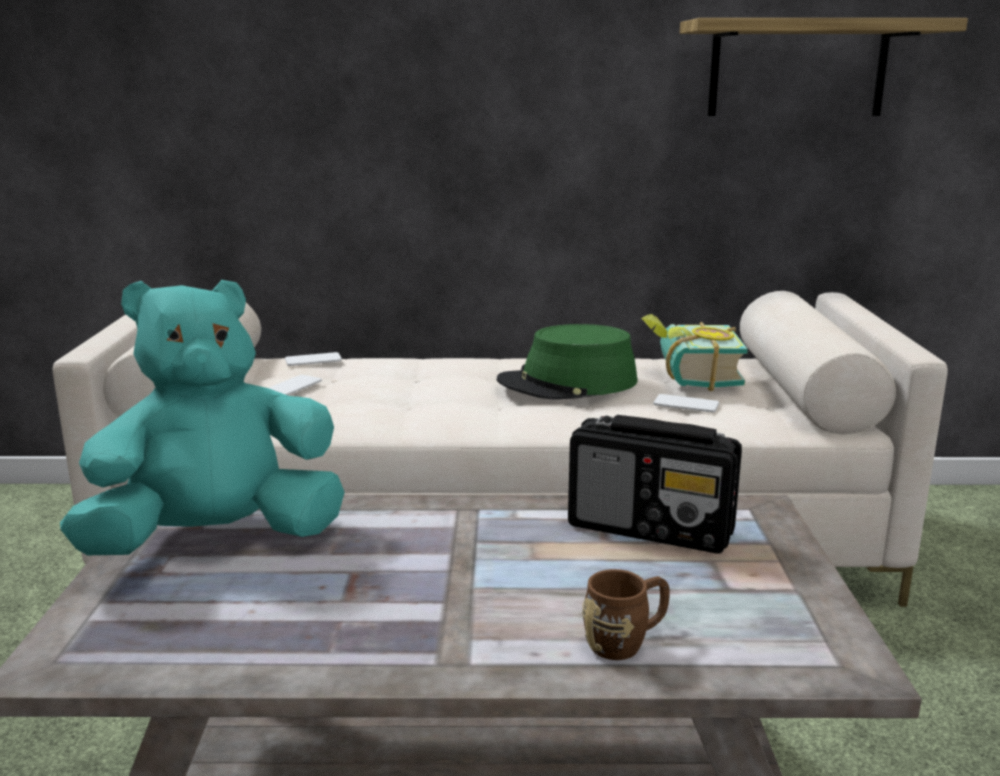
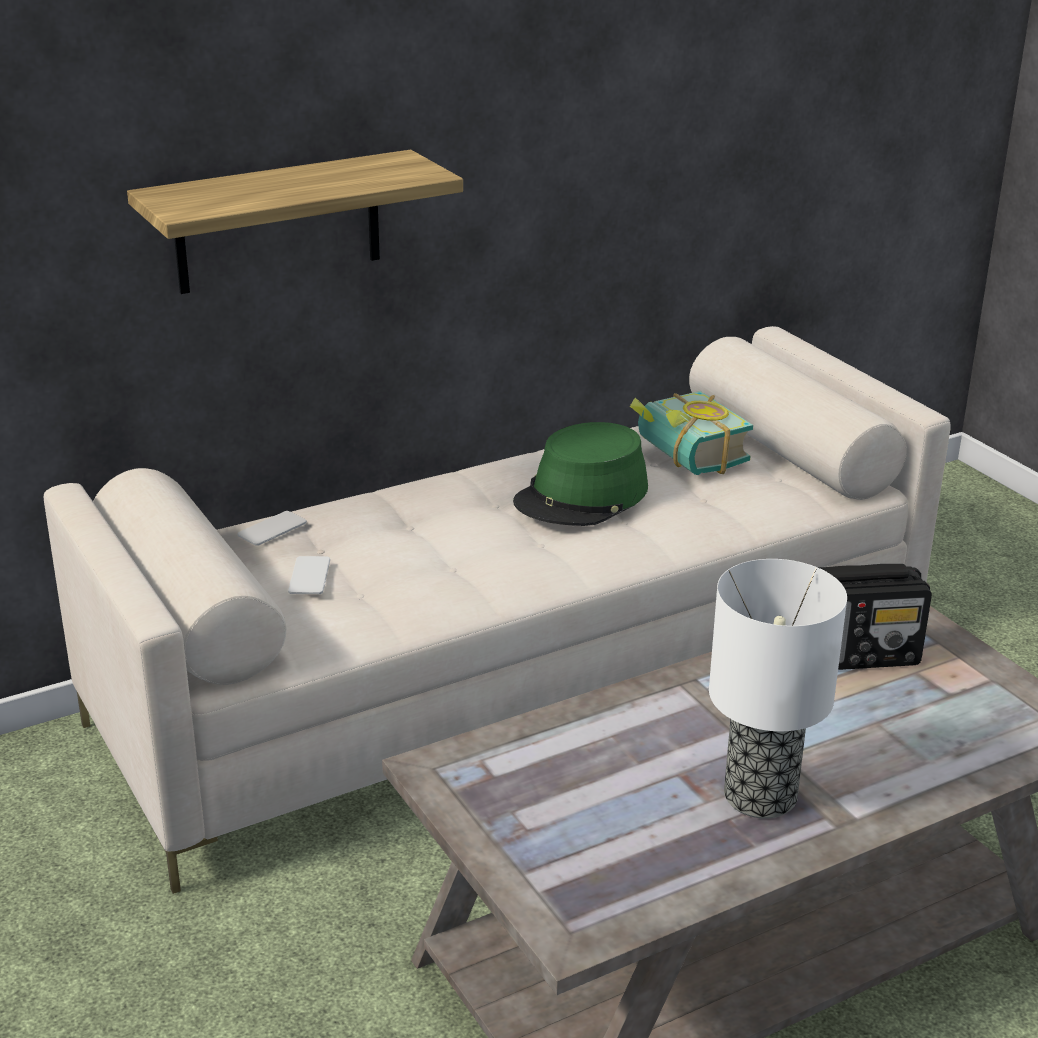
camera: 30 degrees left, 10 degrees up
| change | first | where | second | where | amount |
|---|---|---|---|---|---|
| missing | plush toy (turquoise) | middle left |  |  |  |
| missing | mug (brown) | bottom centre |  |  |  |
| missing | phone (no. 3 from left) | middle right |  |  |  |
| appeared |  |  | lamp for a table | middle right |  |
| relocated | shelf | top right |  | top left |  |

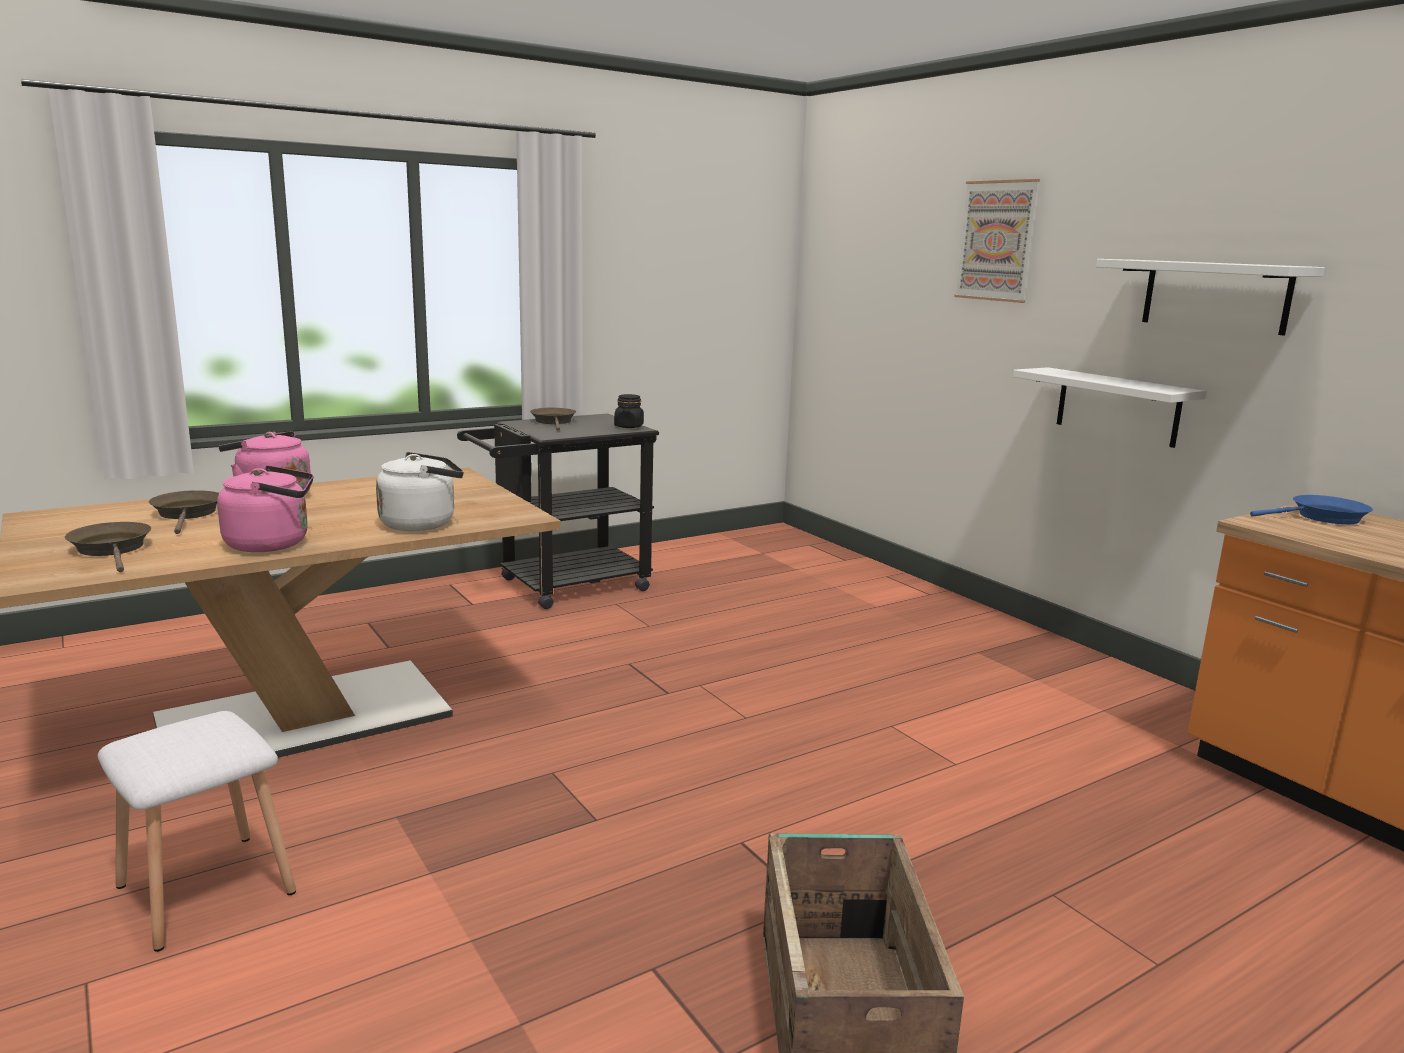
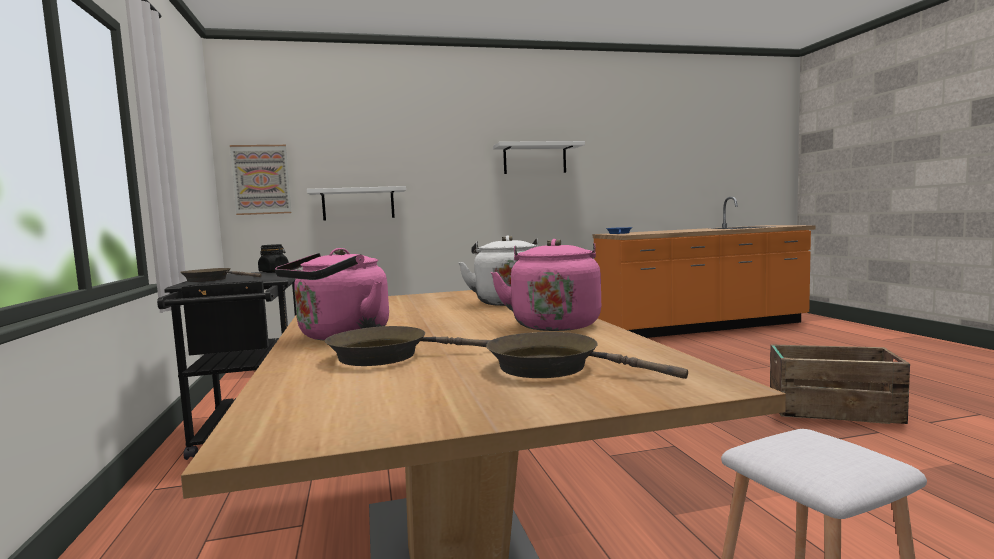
camera: 70 degrees left, 10 degrees down
| change | first | where | second | where | amount |
|---|---|---|---|---|---|
| relocated | wall picture | top right |  | top left |  |
| relocated | shelf (white) (no. 1 from left) | middle right |  | centre |  |
| spun | pan (brown) (no. 1 from left in the first image) | middle left | pan (brown) (no. 3 from left) | centre | 45 degrees clockwise |

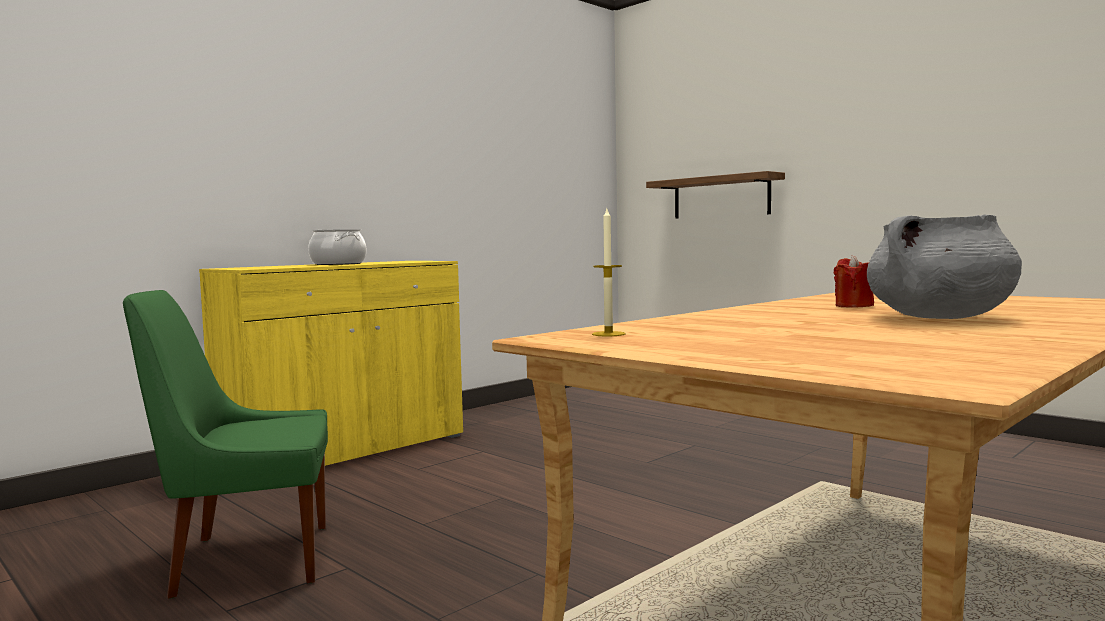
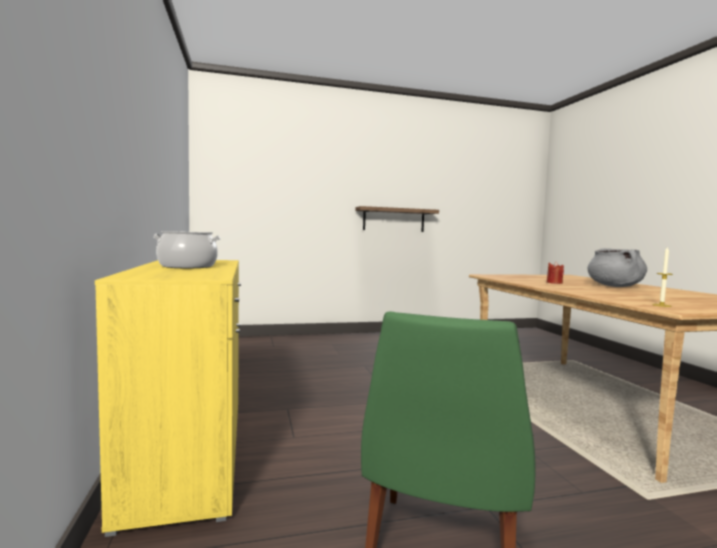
camera: 60 degrees left, 0 degrees up
| change | first | where | second | where | amount |
|---|---|---|---|---|---|
| relocated | shelf | top centre |  | centre |  |

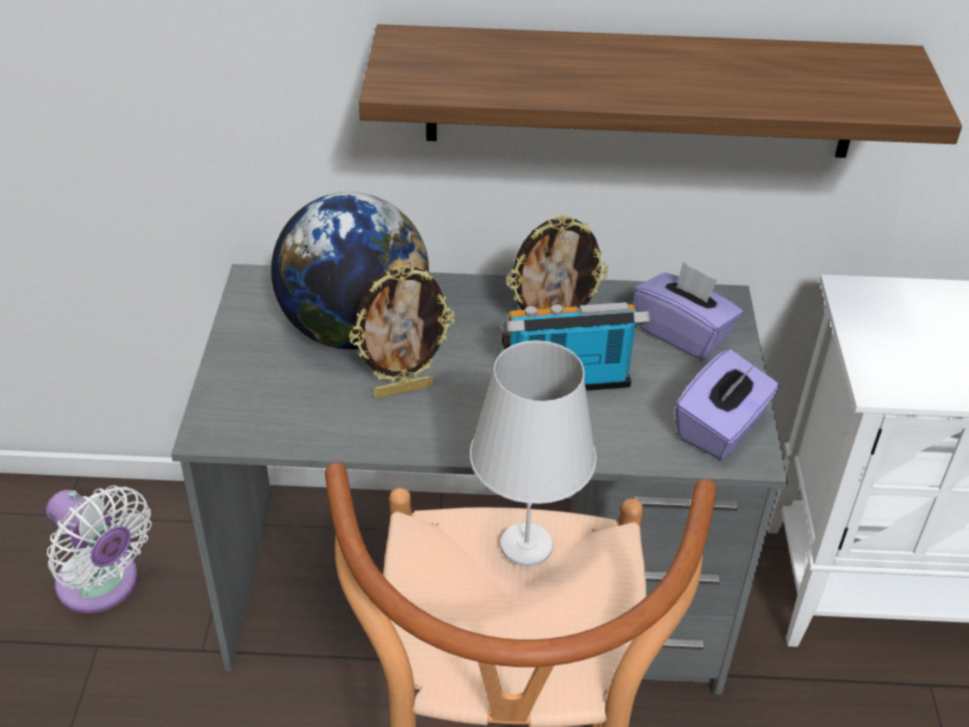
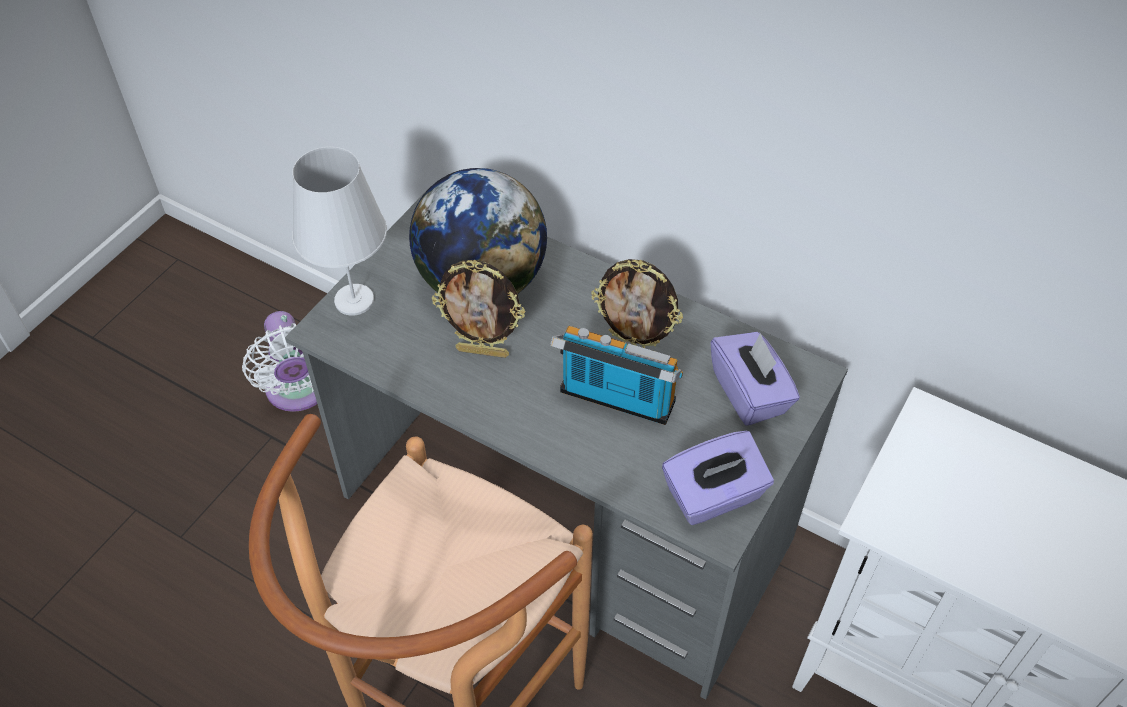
camera: 30 degrees right, 10 degrees up
| change | first | where | second | where | amount |
|---|---|---|---|---|---|
| missing | shelf | top right |  |  |  |
| relocated | lamp for a table (white) | centre |  | top left |  |

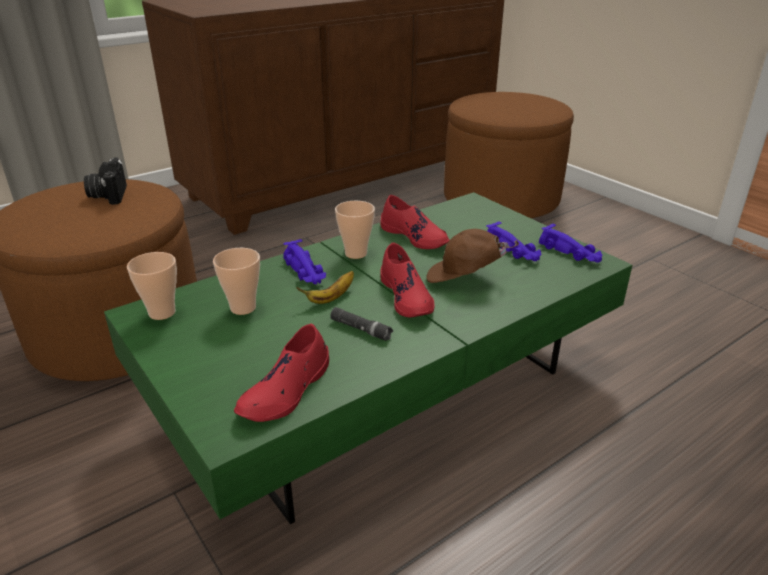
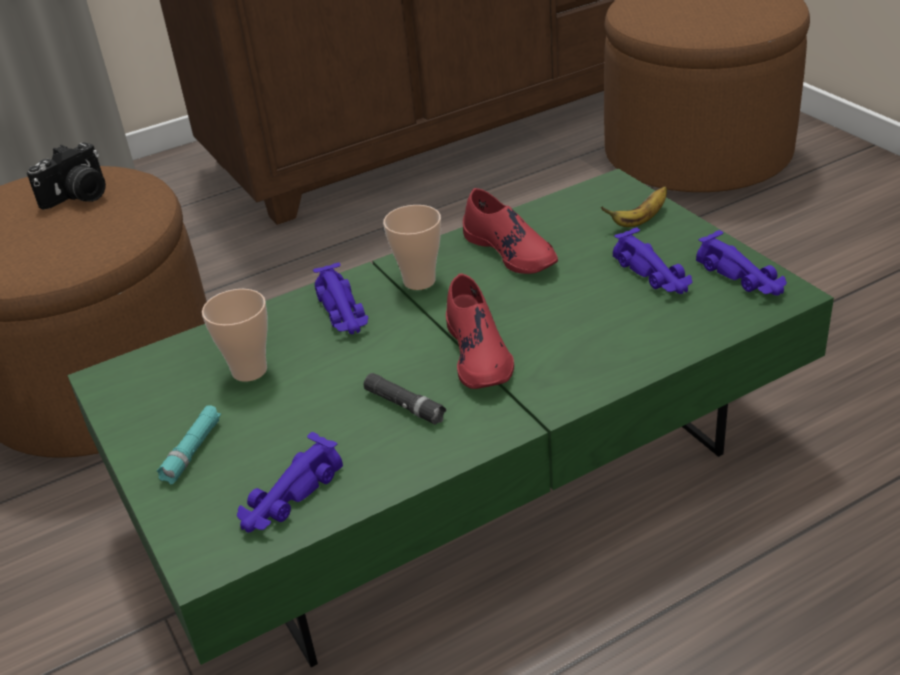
camera: 10 degrees right, 5 degrees up
| change | first | where | second | where | amount |
|---|---|---|---|---|---|
| missing | small cup (no. 1 from left) | middle left |  |  |  |
| missing | cap (brown) | centre |  |  |  |
| appeared |  |  | hand torch (turquoise) | middle left |  |
| relocated | whole banana | centre |  | top right |  |
| exchanged | item of footwear (reddish) (no. 1 from left) | centre | model car (purple-coloured) (no. 1 from left) | bottom left |  |
| spun | still camera | top left |  | top left | 135 degrees counterclockwise |

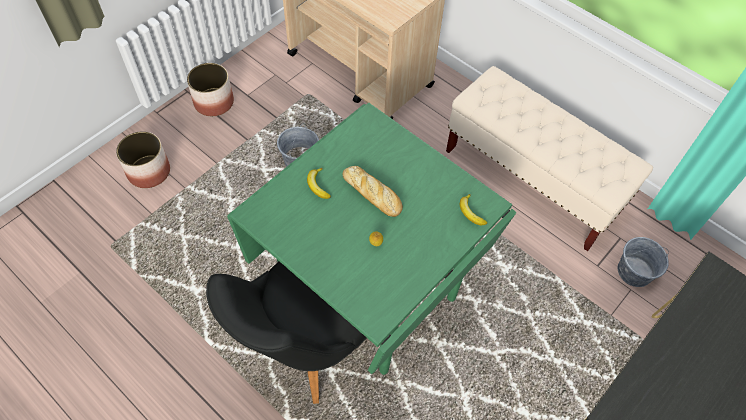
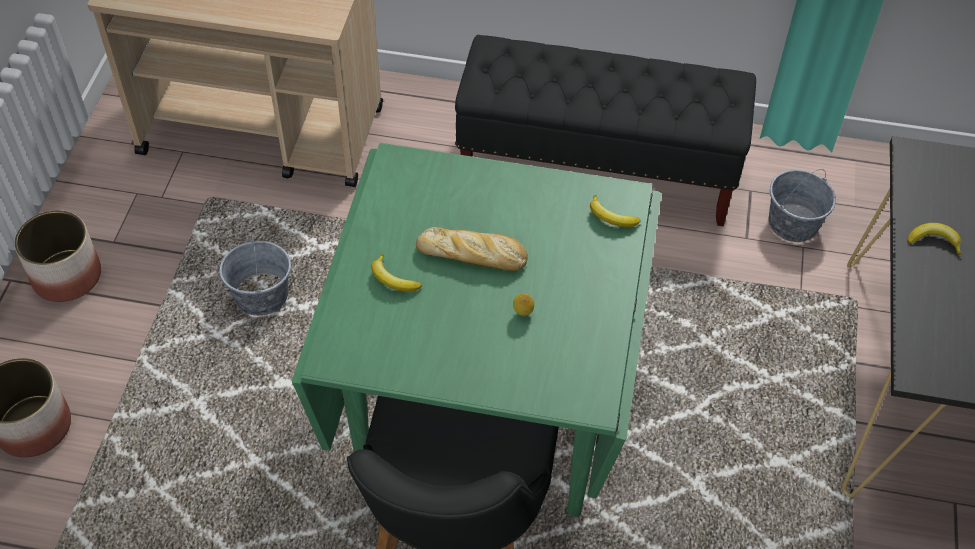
camera: 30 degrees left, 5 degrees down
| change | first | where | second | where | amount |
|---|---|---|---|---|---|
| appeared |  |  | whole banana (no. 3 from left) | middle right |  |
| colour | indoor bench (beige-coloured) | middle right | indoor bench (black-coloured) | top centre |  |

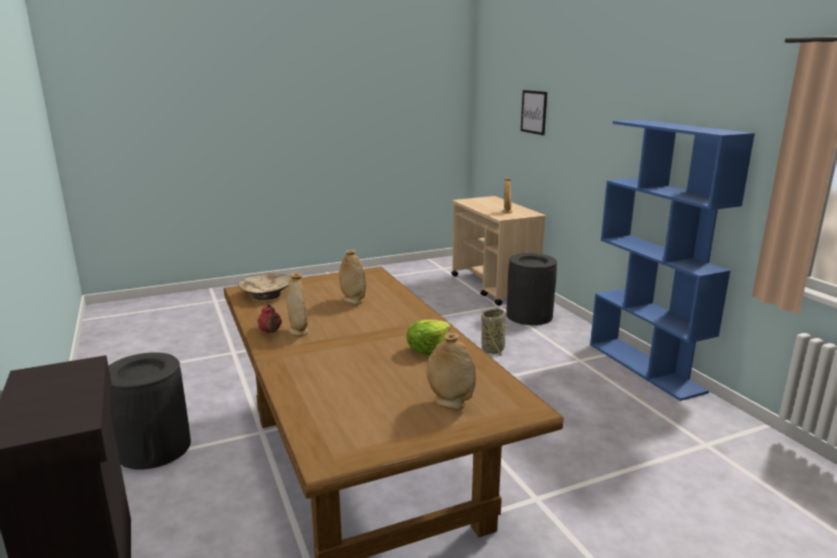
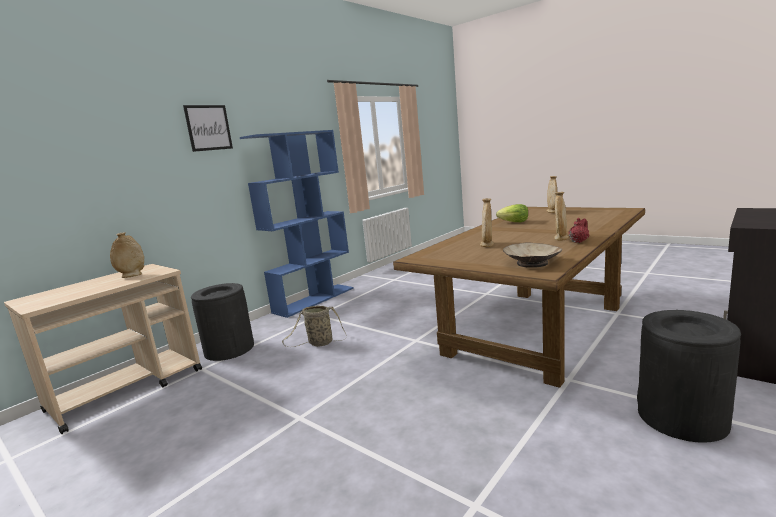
camera: 115 degrees left, 5 degrees down
| change | first | where | second | where | amount |
|---|---|---|---|---|---|
| relocated | wall picture | top centre |  | top left |  |

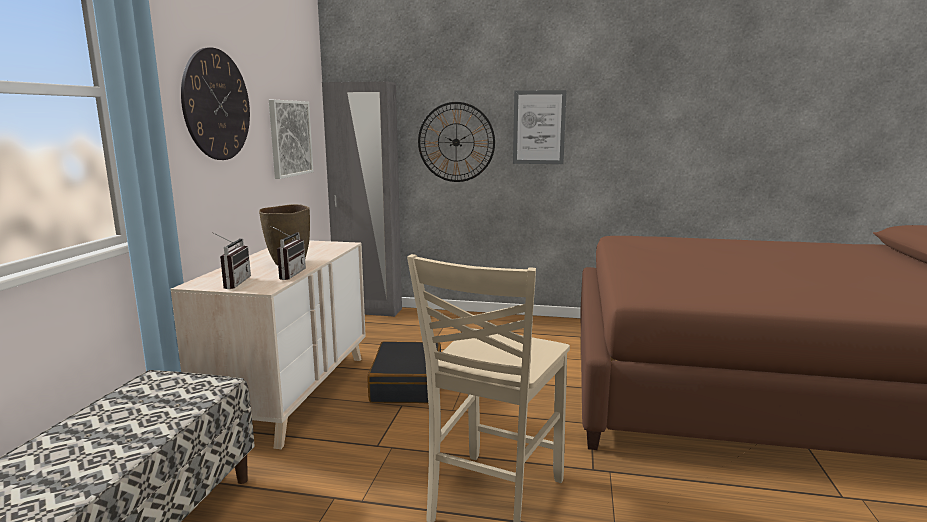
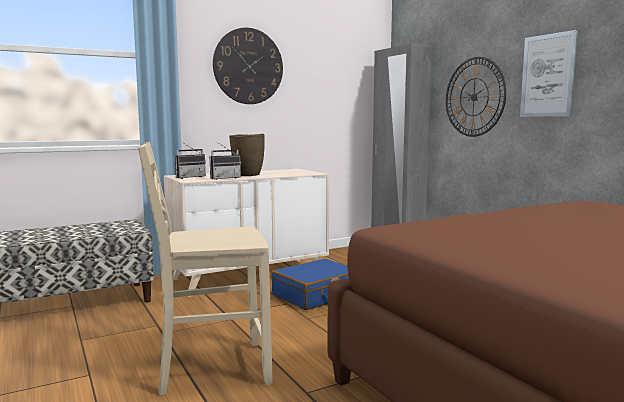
camera: 50 degrees right, 5 degrees down
| change | first | where | second | where | amount |
|---|---|---|---|---|---|
| missing | wall picture (no. 1 from left) | top left |  |  |  |
| colour | travel case (black-coloured) | bottom centre | travel case (bluish) | bottom centre |  |

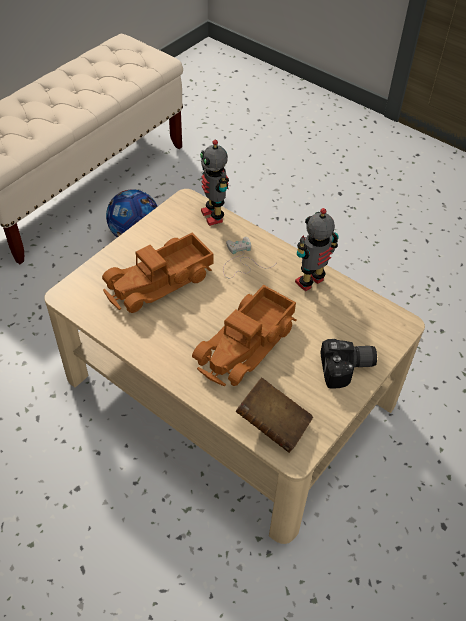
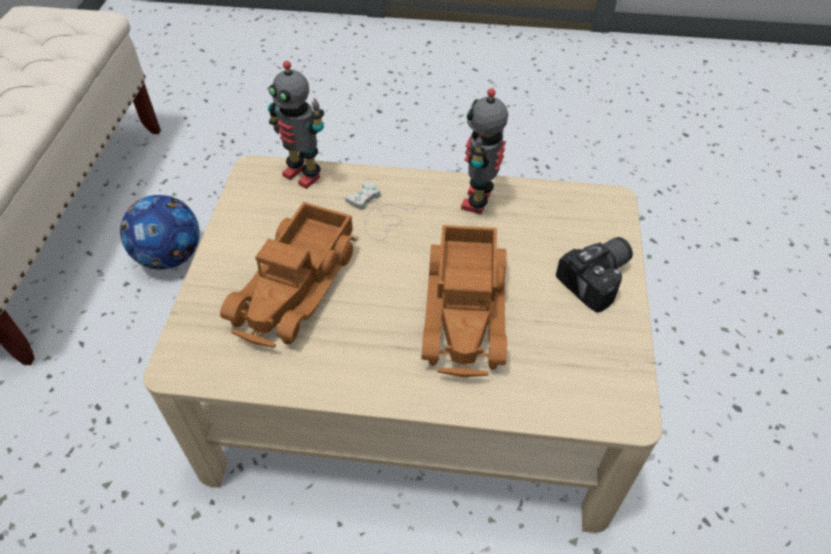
camera: 30 degrees left, 0 degrees up
| change | first | where | second | where | amount |
|---|---|---|---|---|---|
| missing | volume (brown) | bottom centre |  |  |  |

